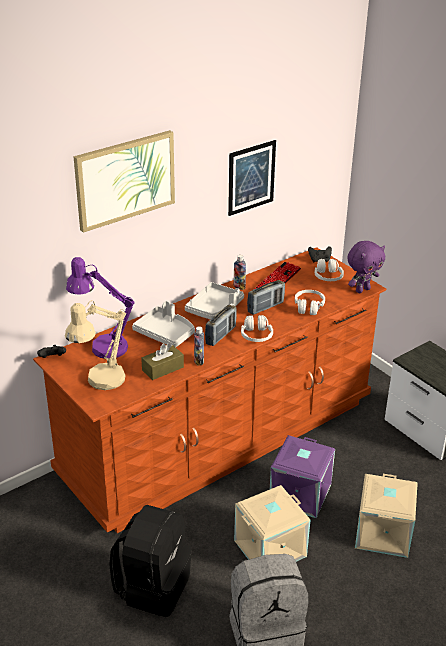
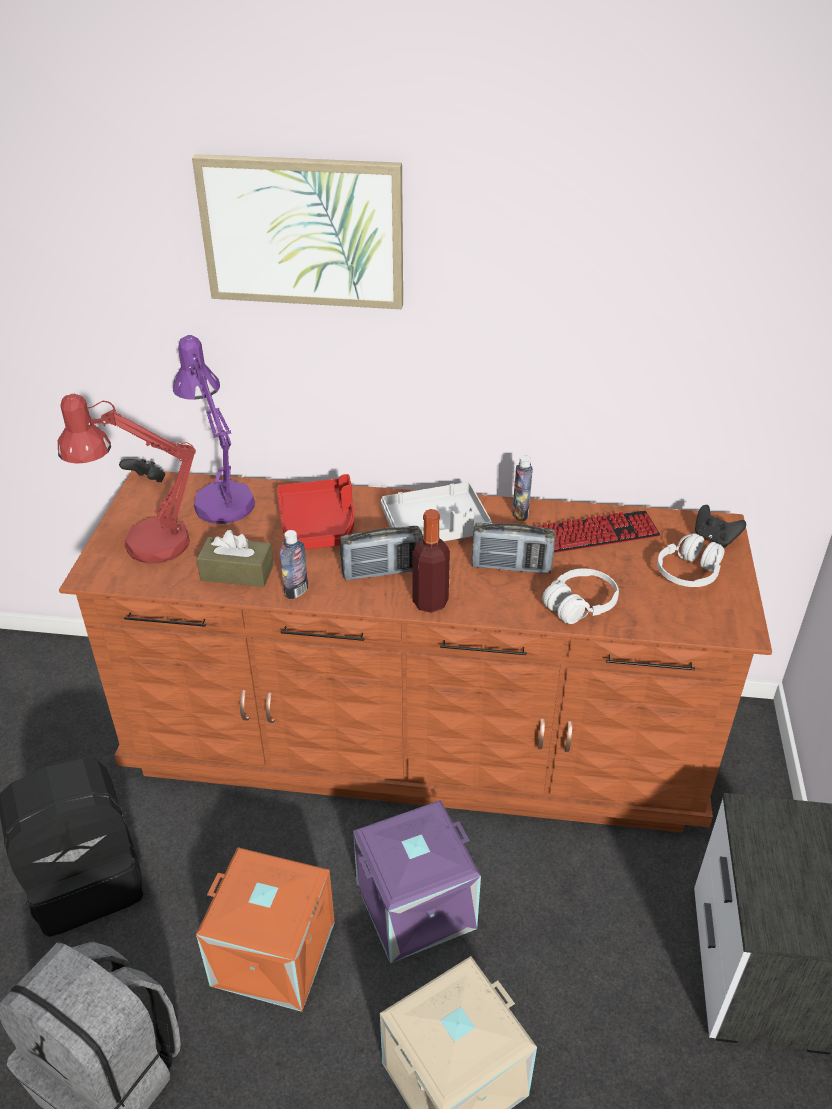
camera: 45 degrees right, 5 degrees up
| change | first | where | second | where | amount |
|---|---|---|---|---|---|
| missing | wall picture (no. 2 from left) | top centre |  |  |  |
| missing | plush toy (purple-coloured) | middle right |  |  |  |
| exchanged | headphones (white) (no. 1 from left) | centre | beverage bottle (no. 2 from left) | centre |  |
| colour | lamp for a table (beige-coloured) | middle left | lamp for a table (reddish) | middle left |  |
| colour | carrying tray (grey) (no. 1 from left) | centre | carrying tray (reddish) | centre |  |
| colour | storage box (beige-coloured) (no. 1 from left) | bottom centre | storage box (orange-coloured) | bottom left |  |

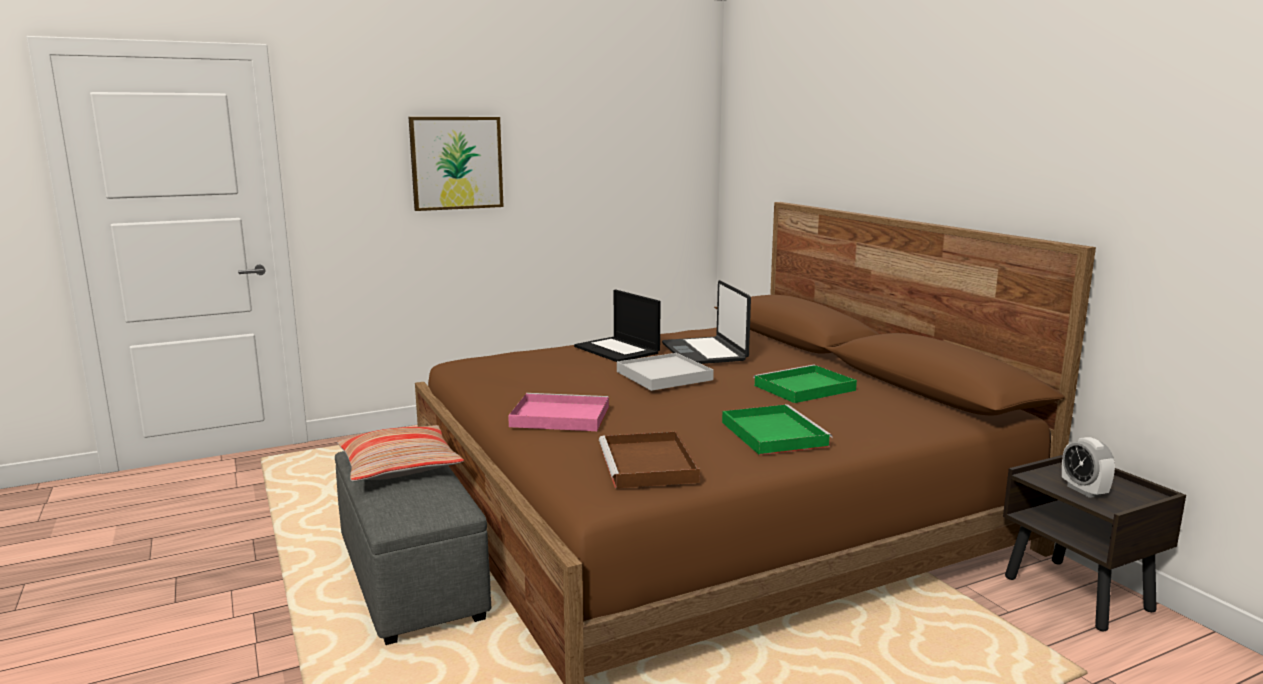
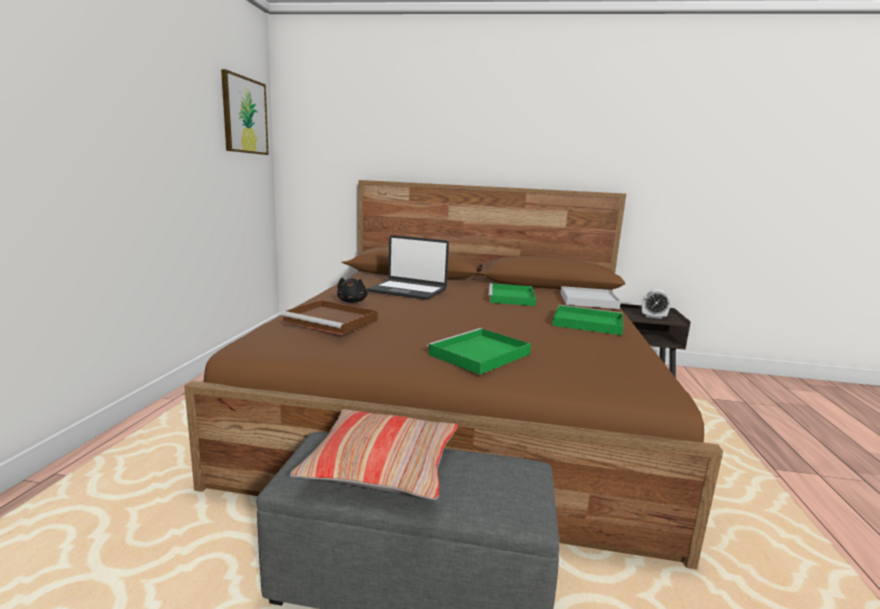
camera: 55 degrees left, 0 degrees up
| change | first | where | second | where | amount |
|---|---|---|---|---|---|
| relocated | wall picture | top centre |  | top left |  |
| relocated | carrying tray (brown) | bottom centre |  | centre |  |
| relocated | carrying tray (white) | centre |  | middle right |  |
| exchanged | laptop (no. 1 from left) | centre | plush toy (black-coloured) | centre |  |
| colour | carrying tray (pinkish) | centre | carrying tray (green-coloured) (no. 1 from left) | centre |  |

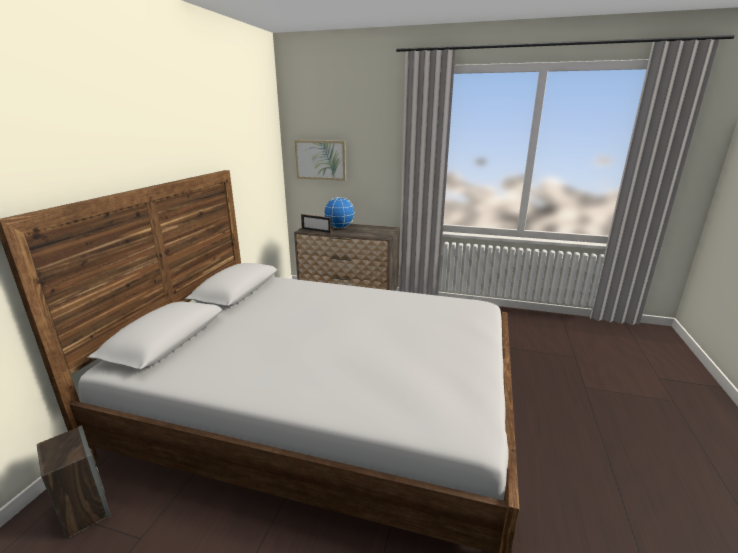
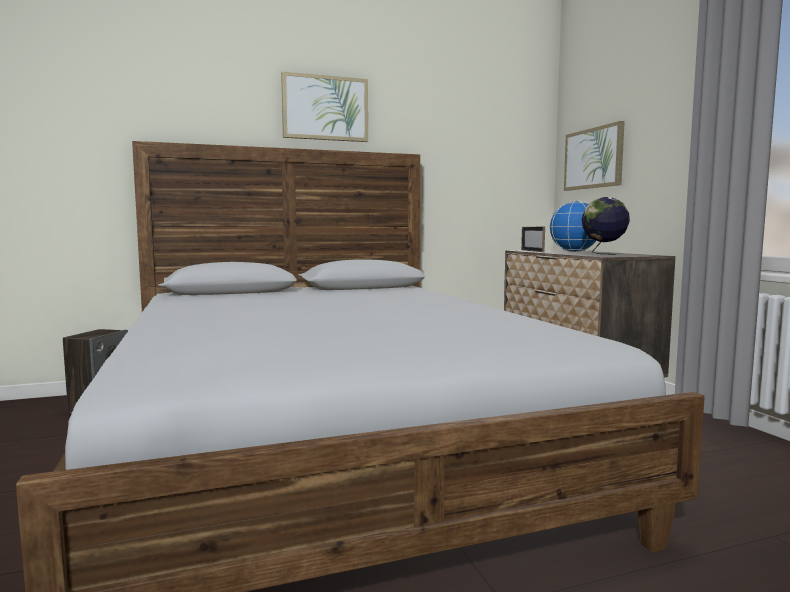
camera: 55 degrees right, 15 degrees down
| change | first | where | second | where | amount |
|---|---|---|---|---|---|
| appeared |  |  | wall picture (no. 1 from left) | top centre |  |
| appeared |  |  | desk globe (no. 2 from left) | middle right |  |

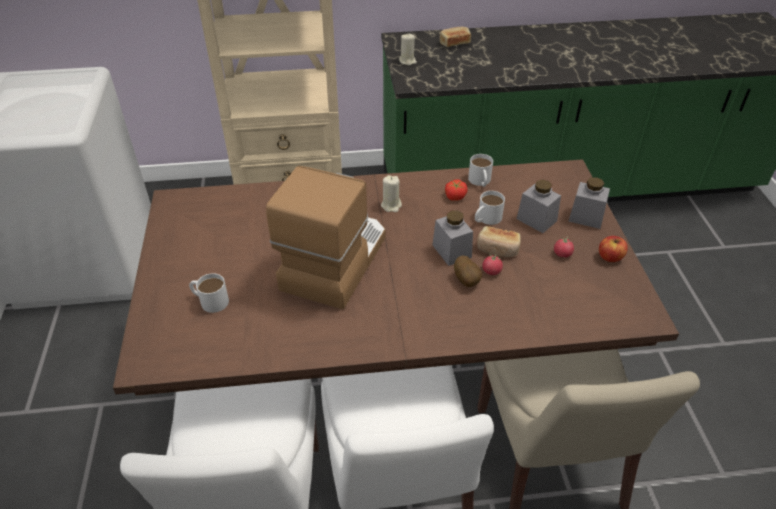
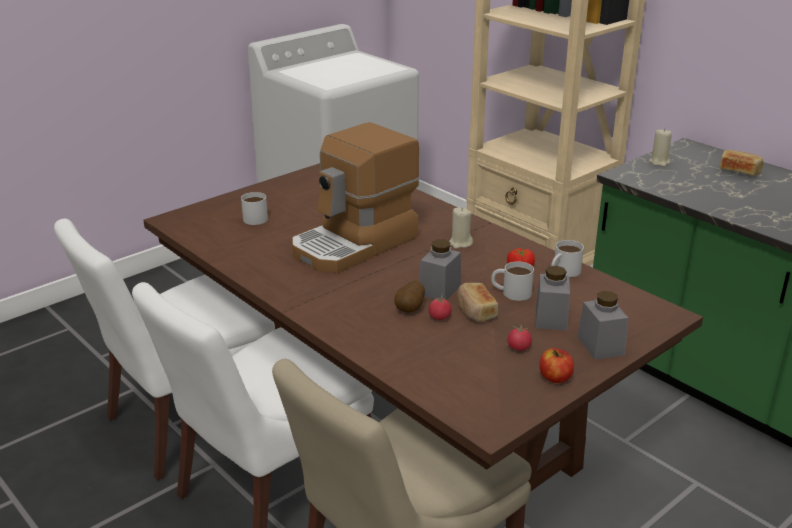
camera: 55 degrees right, 15 degrees down
| change | first | where | second | where | amount |
|---|---|---|---|---|---|
| spun | coffee maker | centre |  | centre | 150 degrees clockwise |

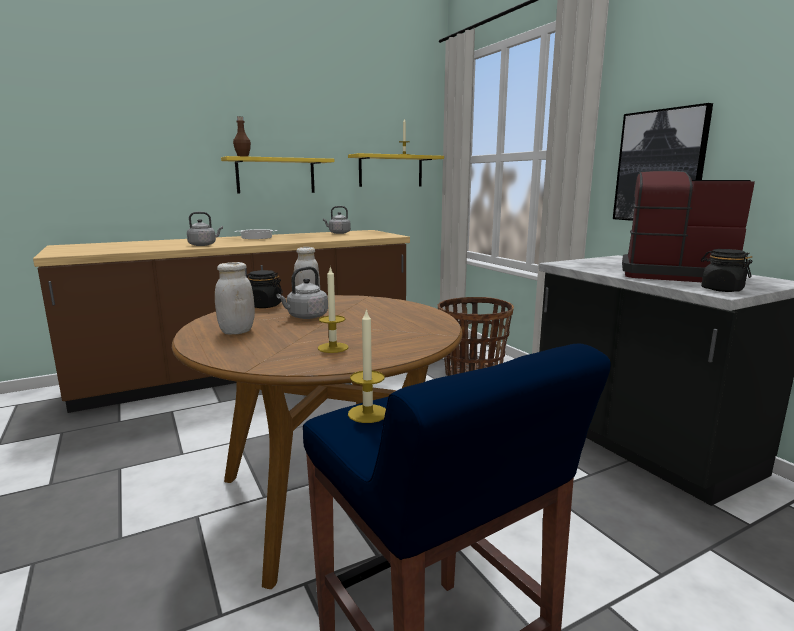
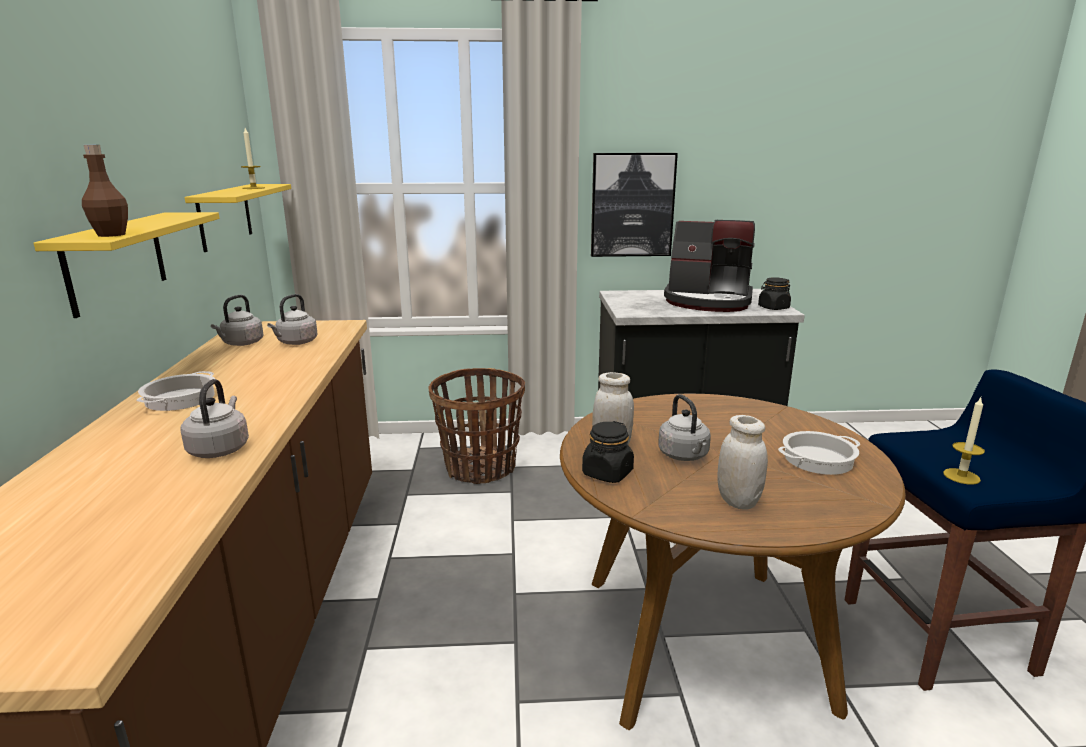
camera: 65 degrees left, 5 degrees up
| change | first | where | second | where | amount |
|---|---|---|---|---|---|
| appeared |  |  | water kettle (grey) (no. 3 from left) | middle left |  |
| exchanged | candle (no. 1 from left) | centre | stockpot (no. 2 from left) | middle right |  |
| spun | coffee maker | middle right |  | centre | 120 degrees counterclockwise |

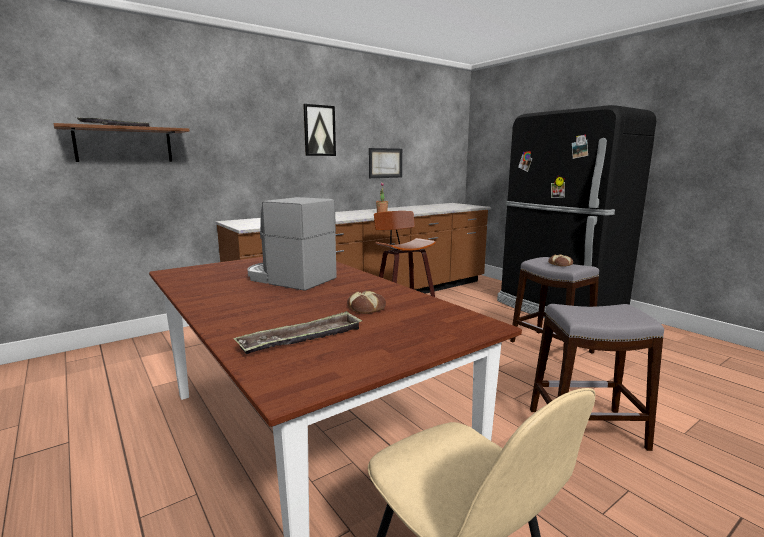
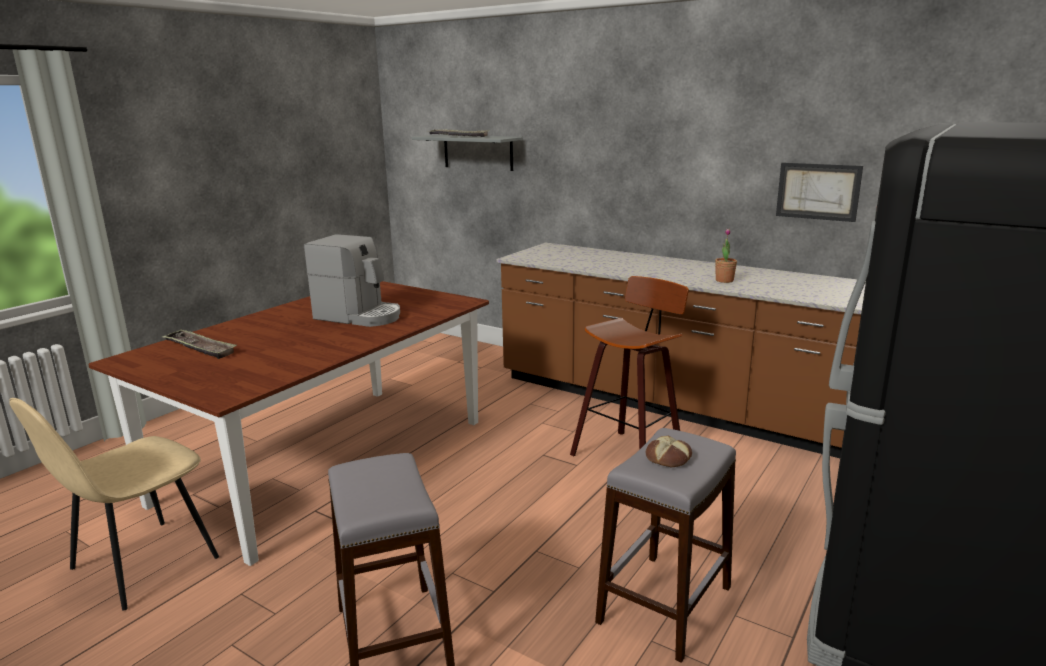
camera: 70 degrees right, 5 degrees up
| change | first | where | second | where | amount |
|---|---|---|---|---|---|
| missing | wall picture (no. 1 from left) | top centre |  |  |  |
| missing | bakery bread (no. 1 from left) | centre |  |  |  |
| colour | shelf (brown) | top left | shelf (grey) | top centre |  |
| spun | coffee maker | centre |  | centre | 105 degrees clockwise |

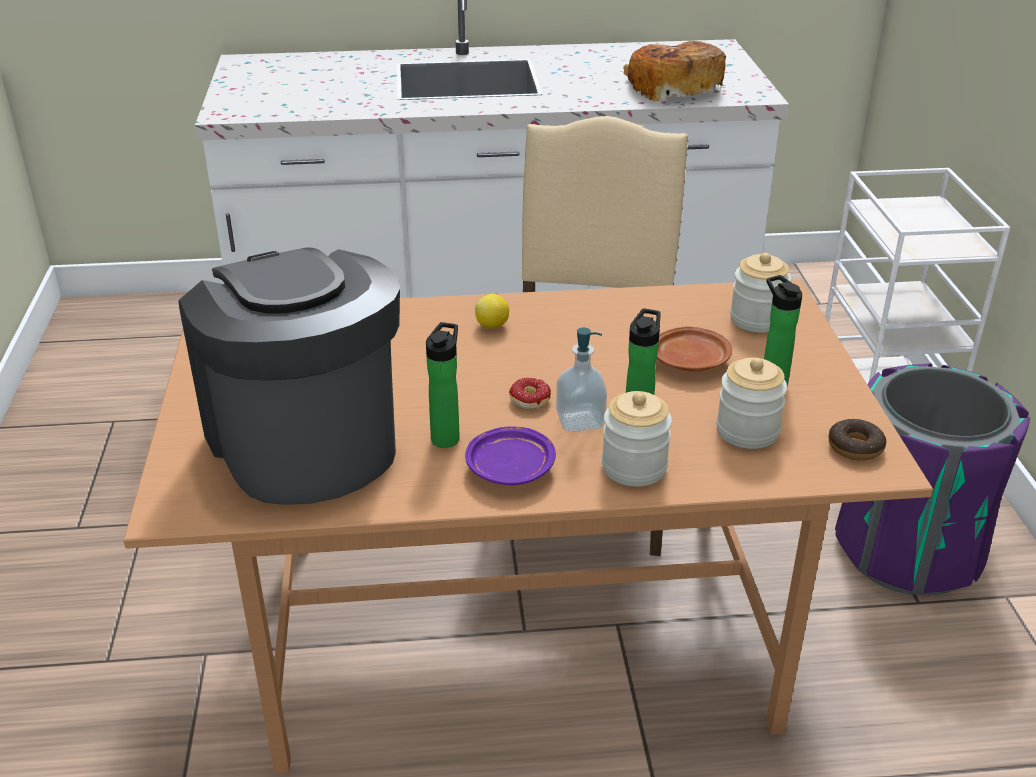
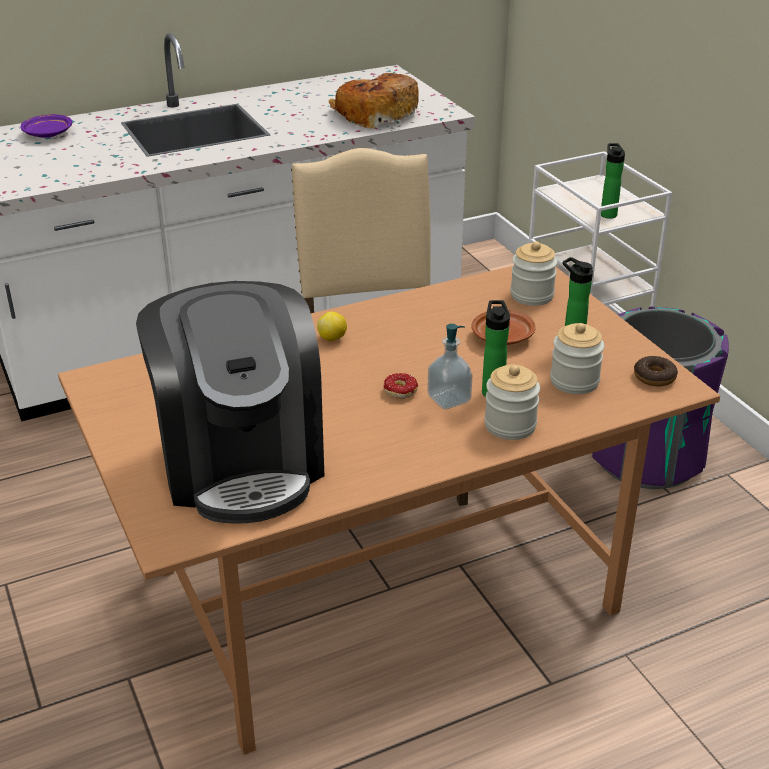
camera: 20 degrees left, 0 degrees up
| change | first | where | second | where | amount |
|---|---|---|---|---|---|
| relocated | beverage bottle (no. 1 from left in the first image) | centre | beverage bottle (no. 3 from left) | top right |  |
| relocated | flat dish (purple-coloured) | centre |  | top left |  |
| spun | coffee maker | middle left |  | middle left | 150 degrees counterclockwise |

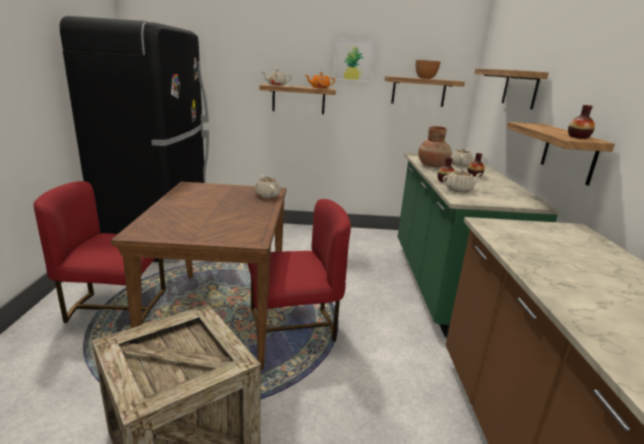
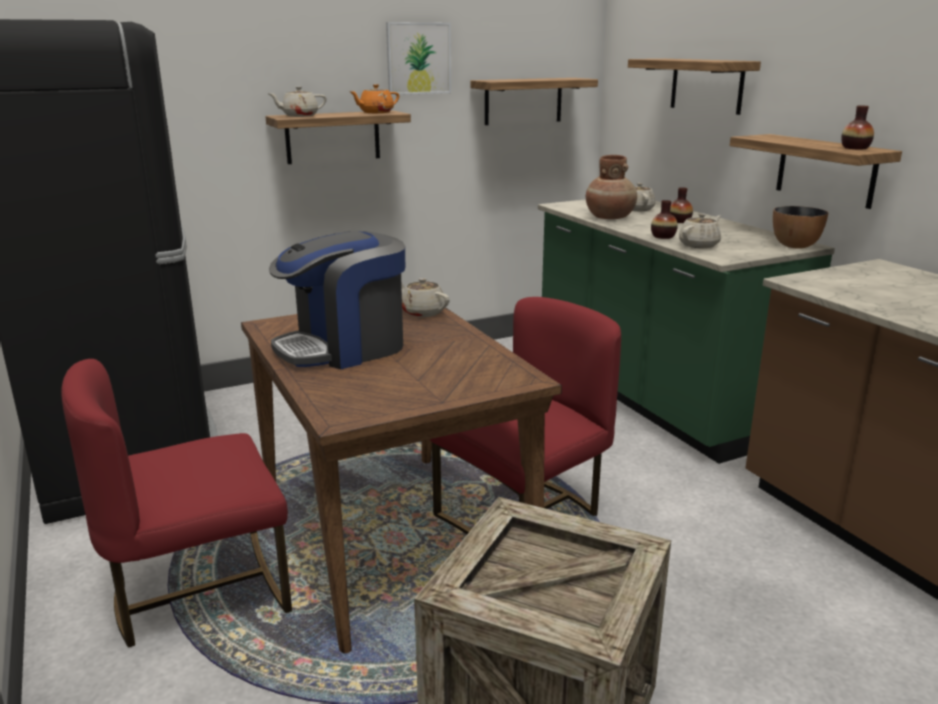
camera: 25 degrees left, 0 degrees up
| change | first | where | second | where | amount |
|---|---|---|---|---|---|
| appeared |  |  | coffee maker | centre |  |
| relocated | serving bowl | top centre |  | top right |  |

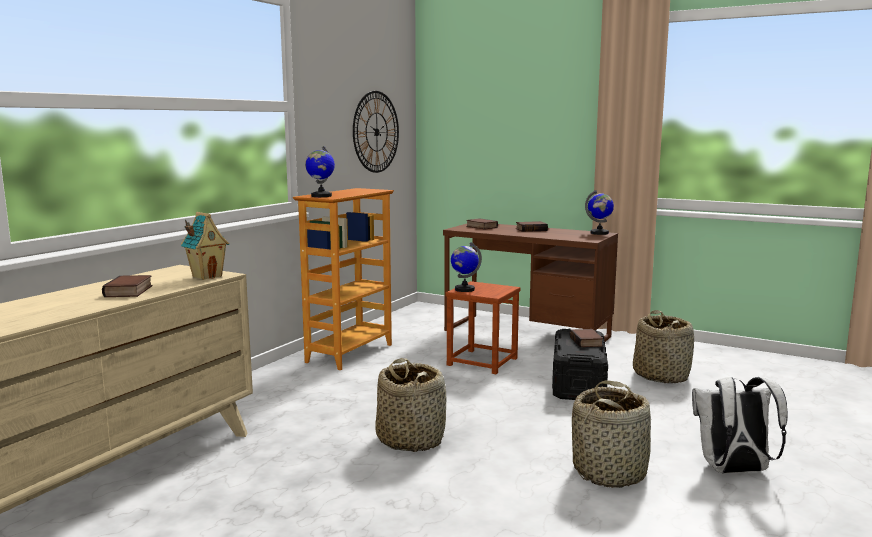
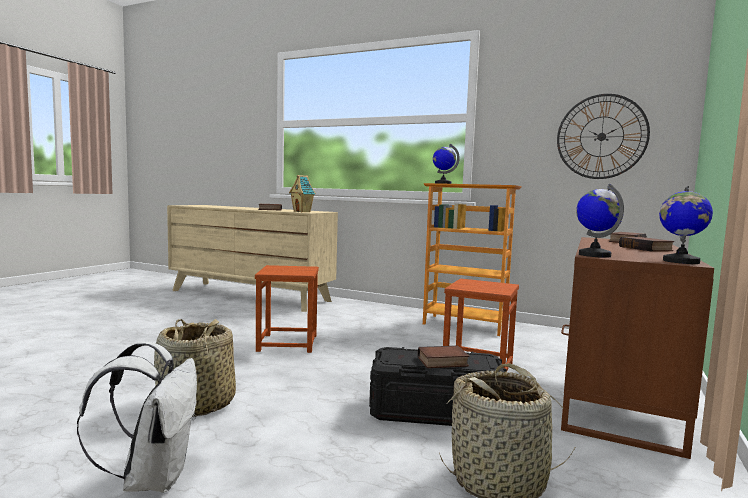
camera: 85 degrees right, 5 degrees down
| change | first | where | second | where | amount |
|---|---|---|---|---|---|
| relocated | desk globe (no. 2 from left) | centre |  | middle right |  |
| exchanged | basket (no. 1 from left) | bottom centre | stool (brown) (no. 1 from left) | centre |  |

